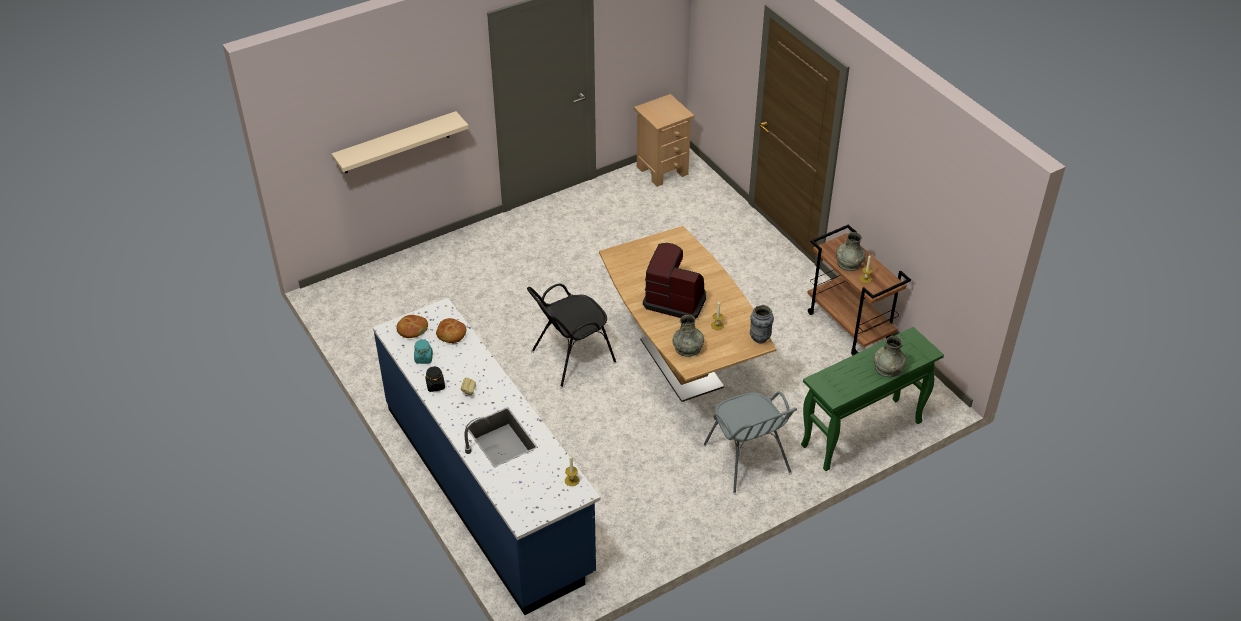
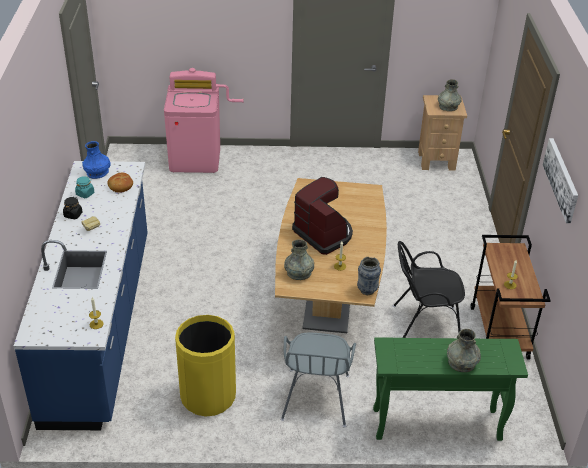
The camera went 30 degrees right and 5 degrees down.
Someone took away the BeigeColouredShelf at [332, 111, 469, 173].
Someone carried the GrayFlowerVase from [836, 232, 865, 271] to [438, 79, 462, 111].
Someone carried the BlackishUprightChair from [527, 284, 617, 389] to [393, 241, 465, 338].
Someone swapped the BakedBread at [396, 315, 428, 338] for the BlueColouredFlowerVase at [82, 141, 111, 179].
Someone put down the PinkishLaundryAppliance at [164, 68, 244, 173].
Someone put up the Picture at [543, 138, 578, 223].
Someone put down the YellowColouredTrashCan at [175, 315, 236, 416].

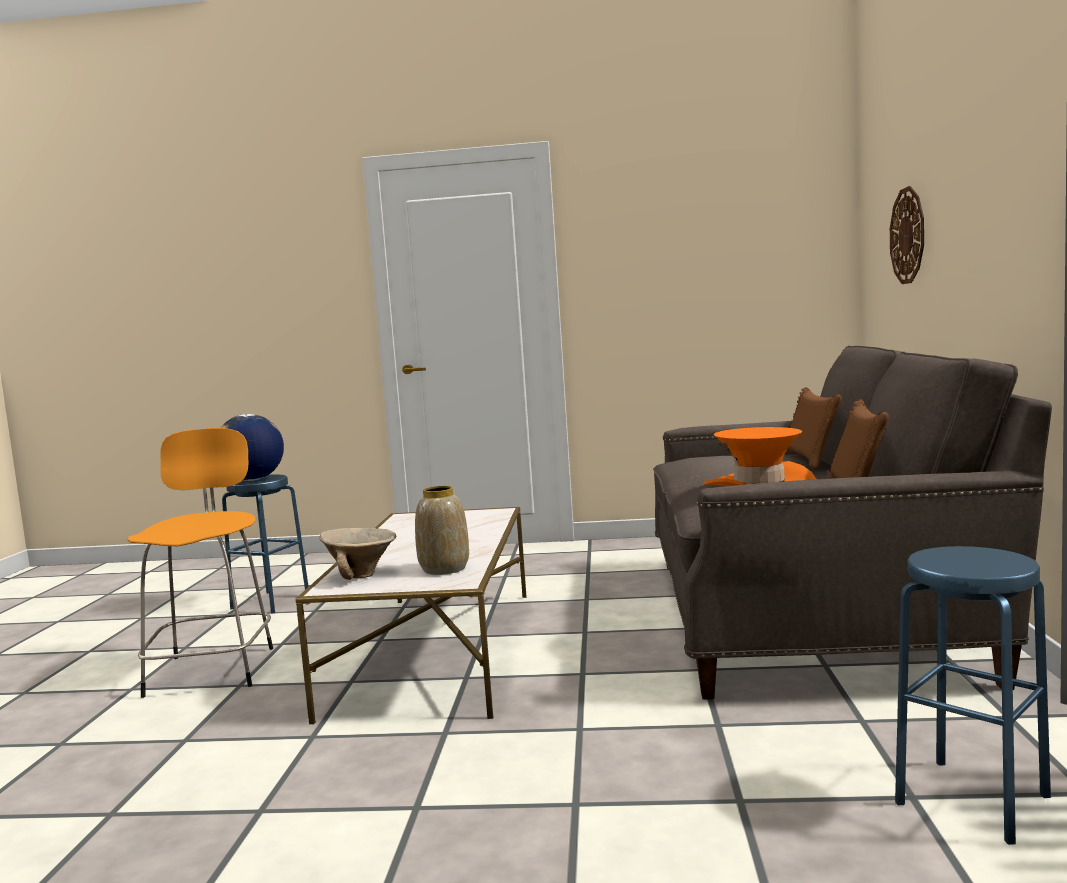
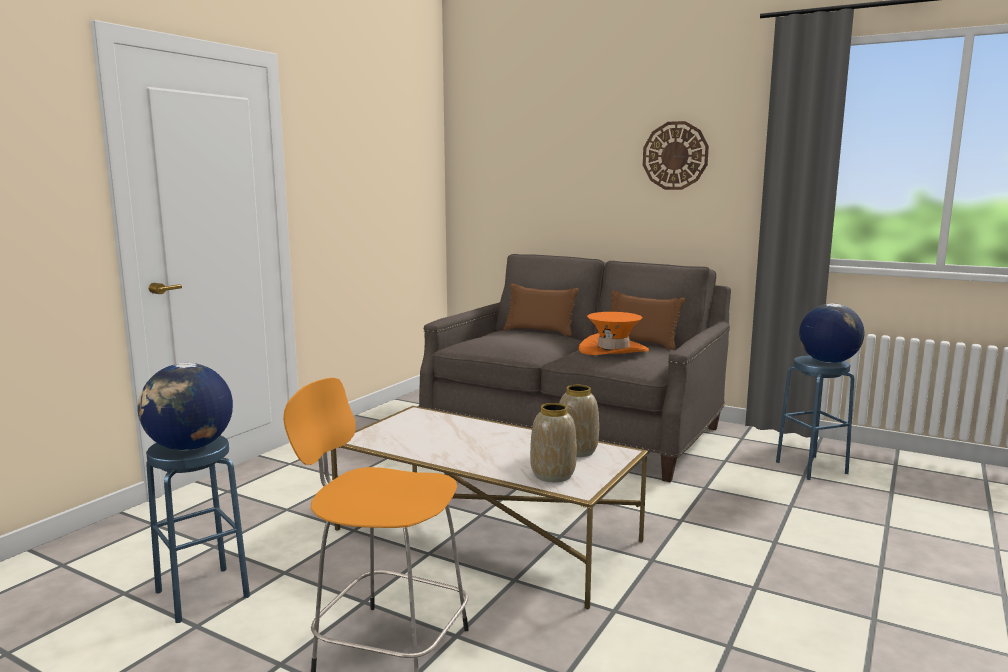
The camera went 65 degrees left and 5 degrees up.
Someone carried the WallClock from [890, 186, 924, 284] to [643, 121, 709, 190].
Someone swapped the BeigeColouredBowl at [319, 528, 397, 580] for the FlowerVase at [530, 403, 577, 482].
Someone put down the Globe at [799, 303, 864, 363].

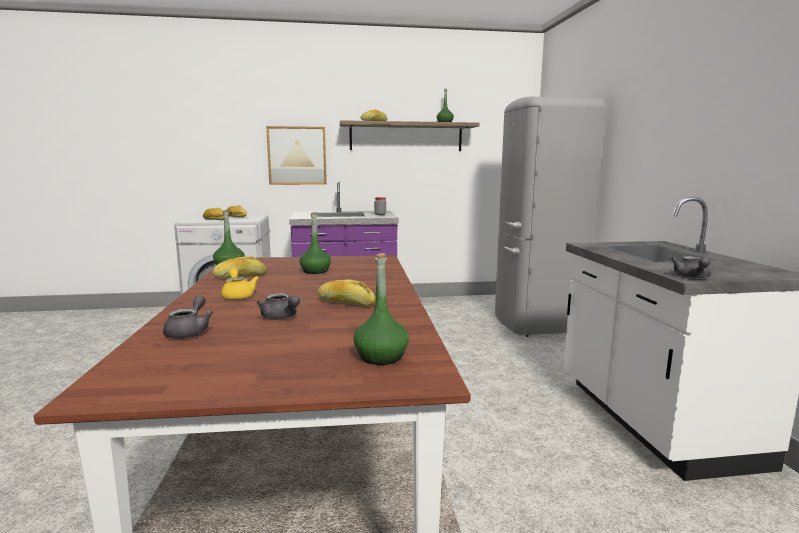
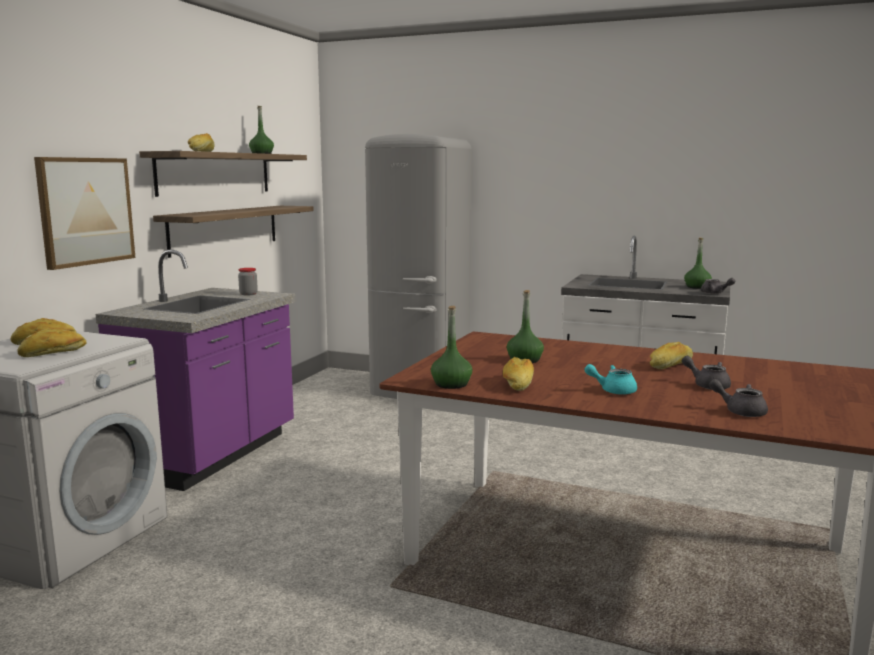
The camera went 60 degrees left and 0 degrees up.
Someone carried the GreenBeverageBottle from [353, 253, 409, 365] to [684, 237, 712, 289].
Someone repainted the YellowColouredTeapot at [221, 268, 259, 300], which became the TurquoiseTeapot at [584, 364, 637, 395].
Someone rotated the GrayTeapot at [257, 293, 300, 320] by 120 degrees counterclockwise.
Someone put up the Shelf at [153, 206, 314, 258].

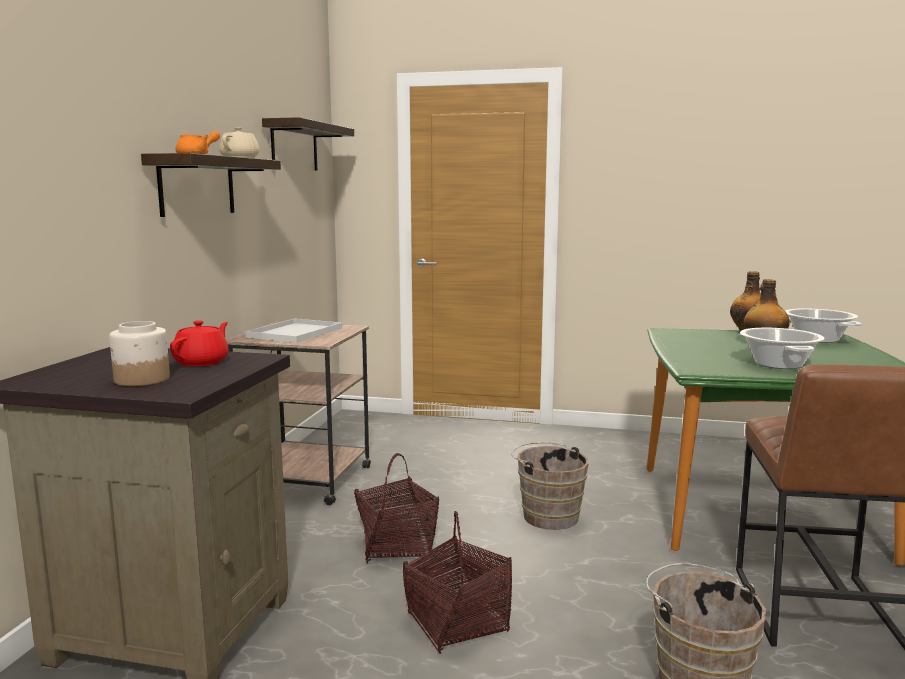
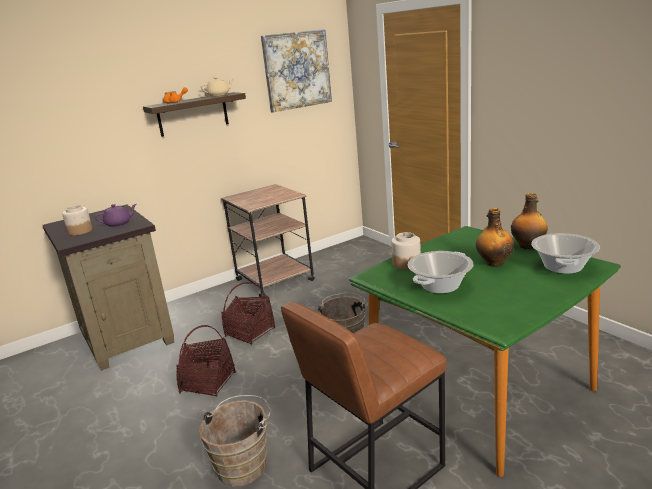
The camera went 45 degrees right and 10 degrees up.
Someone swapped the Shelf at [262, 117, 354, 171] for the Picture at [261, 29, 332, 113].
Someone took away the WhiteTray at [245, 318, 342, 343].
Someone repainted the ReddishTeapot at [170, 320, 229, 366], which became the PurplishTeapot at [95, 204, 137, 227].
Someone put down the Jar at [391, 232, 421, 270].

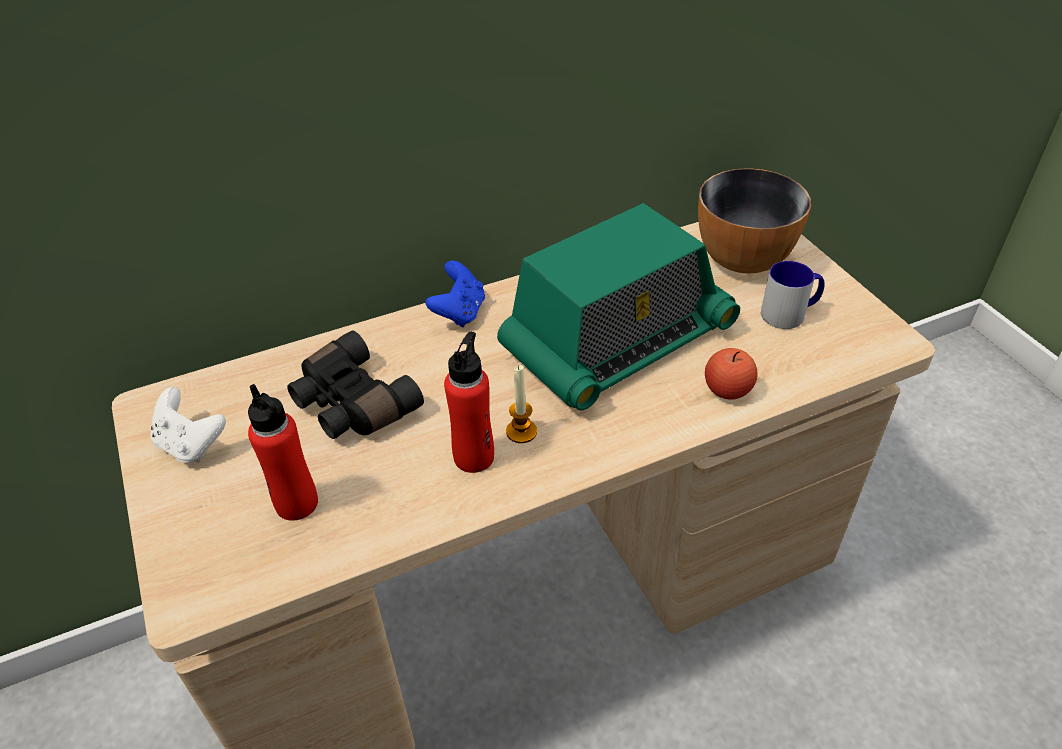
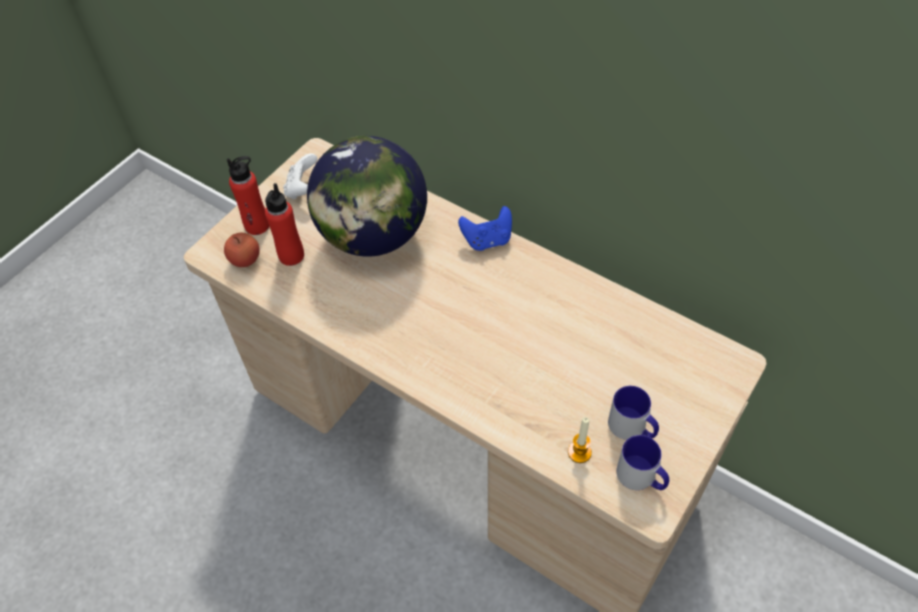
The camera went 60 degrees right and 10 degrees up.
Someone took away the Bowl at [698, 168, 811, 274].
Someone took away the Radio at [497, 203, 740, 410].
Someone swapped the BlackishPairOfBinoculars at [287, 331, 424, 439] for the Globe at [307, 136, 427, 257].
Someone carried the ReddishBeverageBottle from [444, 332, 494, 473] to [227, 156, 269, 235].
Someone carried the AppleFruit from [705, 348, 757, 400] to [224, 232, 260, 267].
Someone carried the Candle from [506, 365, 537, 443] to [568, 417, 592, 463].
Someone put down the CoffeeMug at [616, 435, 669, 490].

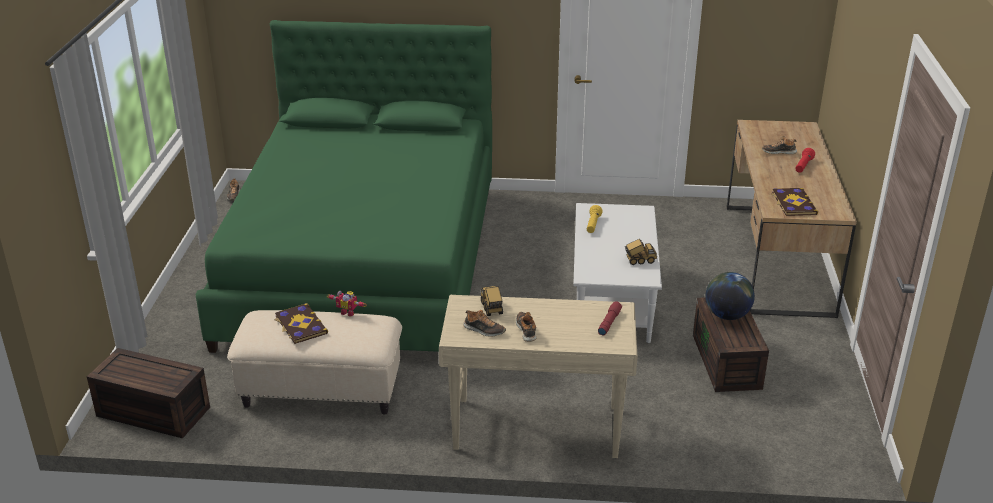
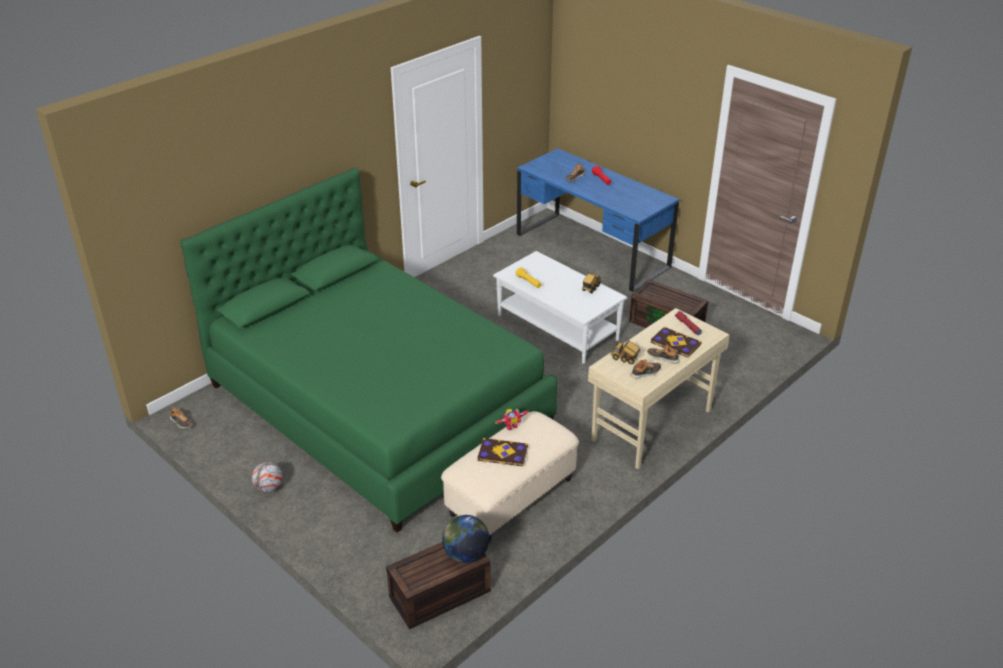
The camera went 50 degrees left and 5 degrees up.
Someone repainted the BrownDeskUnit at [727, 120, 857, 319], which became the BlueColouredDeskUnit at [517, 148, 679, 292].
Someone carried the Volume from [771, 188, 818, 216] to [650, 327, 702, 358].
Someone carried the Globe from [706, 272, 755, 320] to [442, 515, 489, 563].
Someone put down the Football at [252, 462, 283, 492].

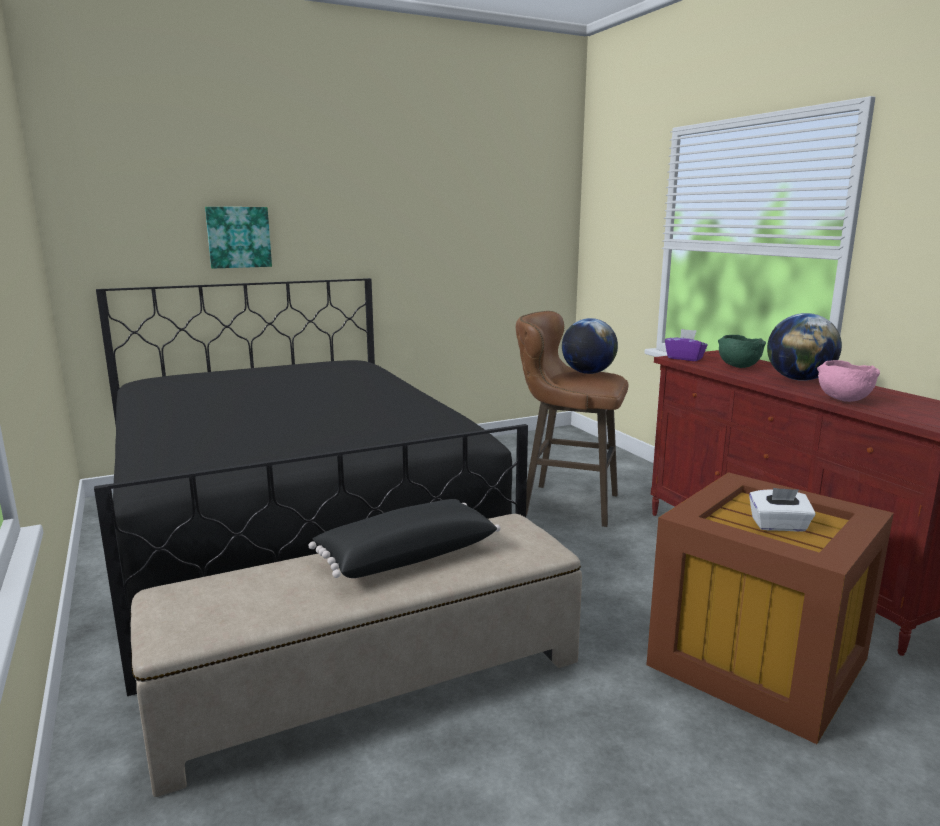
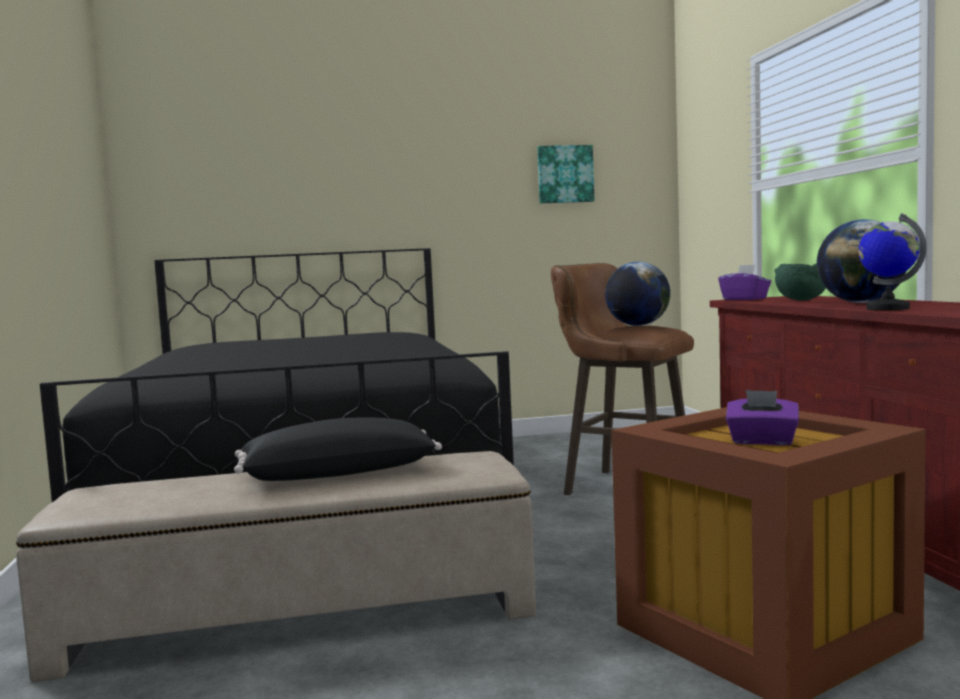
The camera went 15 degrees right and 10 degrees down.
Someone carried the Picture from [205, 207, 272, 269] to [537, 145, 594, 204].
Someone swapped the PinkishBowl at [817, 360, 880, 402] for the Globe at [858, 213, 927, 310].
Someone repainted the WhiteTissueHolder at [749, 488, 815, 532], which became the PurplishTissueHolder at [726, 390, 799, 445].

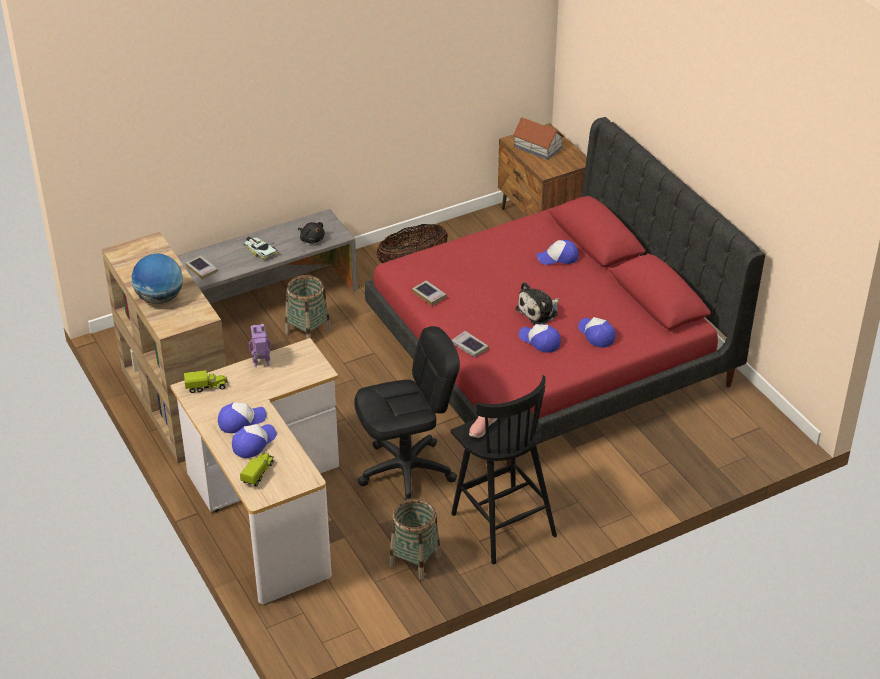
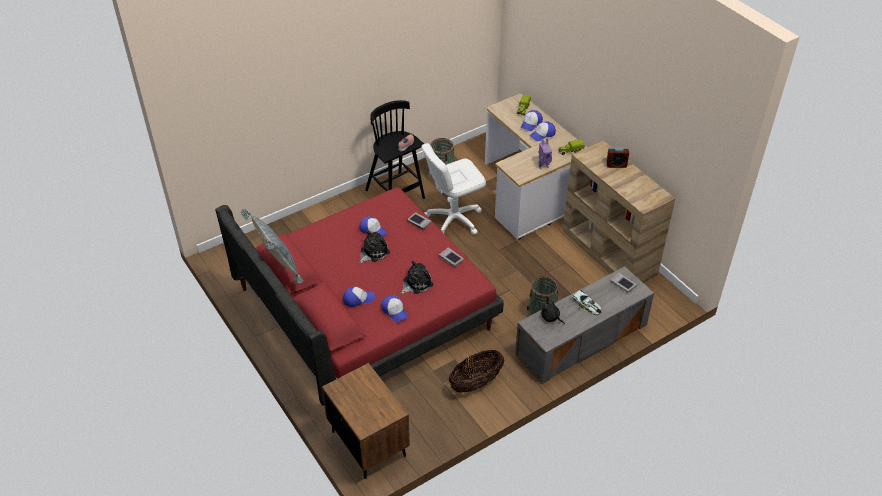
The camera went 175 degrees right and 5 degrees up.
Someone took away the ToyHouse at [512, 117, 564, 160].
Someone swapped the Globe at [131, 253, 183, 304] for the BedsideClock at [606, 147, 629, 168].
Someone carried the PeakedCap from [578, 317, 616, 348] to [381, 295, 408, 322].
Someone repainted the BlackishComputerChair at [354, 326, 460, 500], which became the WhiteComputerChair at [421, 143, 486, 235].
Someone put down the ThrowPillow at [241, 209, 304, 283].
Someone put down the PlushToy at [401, 261, 434, 294].

